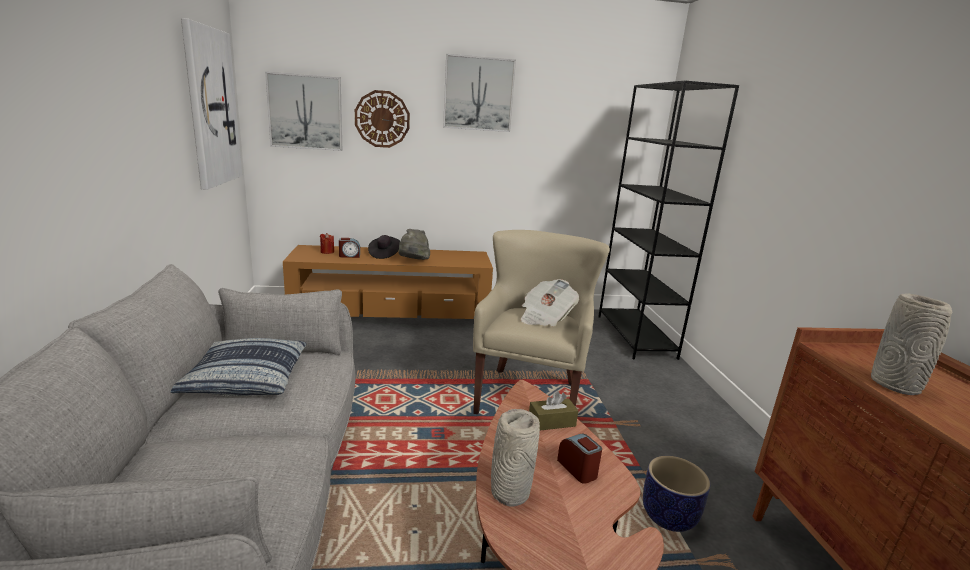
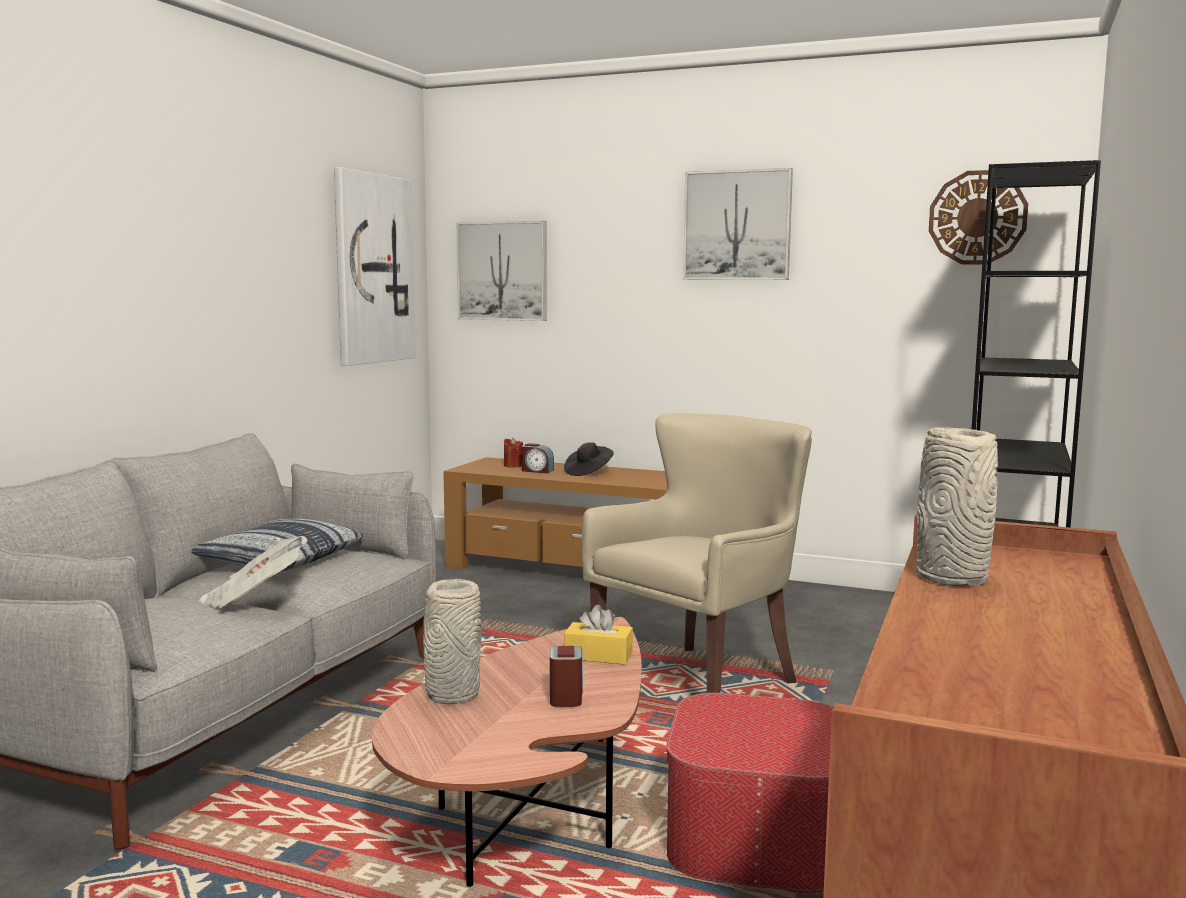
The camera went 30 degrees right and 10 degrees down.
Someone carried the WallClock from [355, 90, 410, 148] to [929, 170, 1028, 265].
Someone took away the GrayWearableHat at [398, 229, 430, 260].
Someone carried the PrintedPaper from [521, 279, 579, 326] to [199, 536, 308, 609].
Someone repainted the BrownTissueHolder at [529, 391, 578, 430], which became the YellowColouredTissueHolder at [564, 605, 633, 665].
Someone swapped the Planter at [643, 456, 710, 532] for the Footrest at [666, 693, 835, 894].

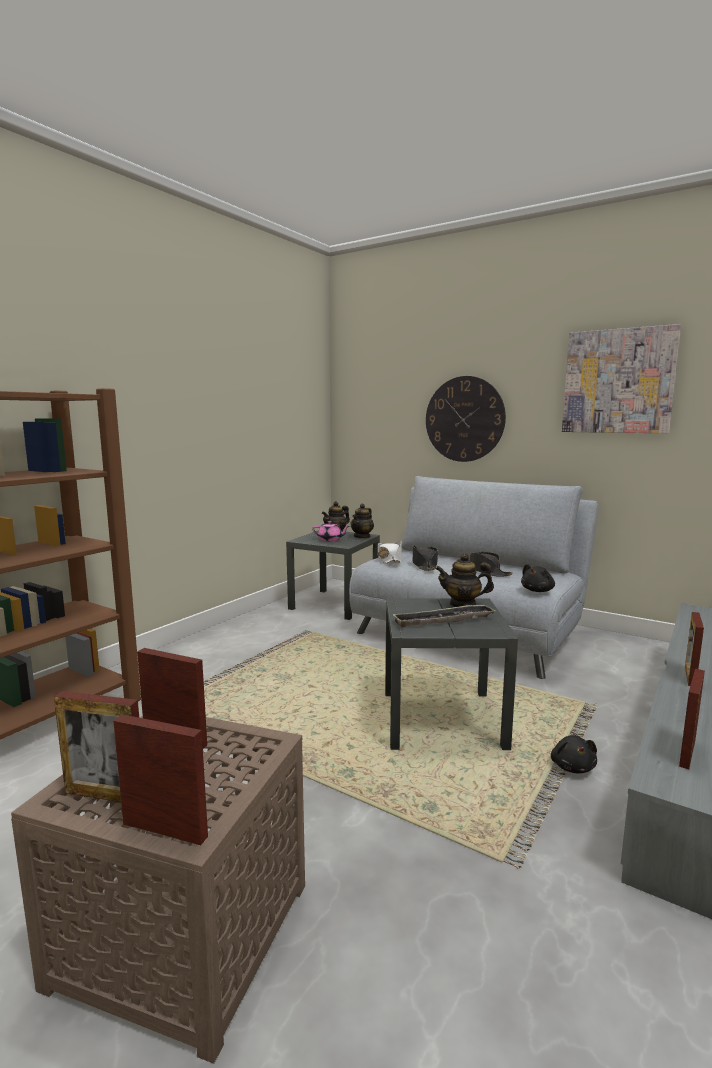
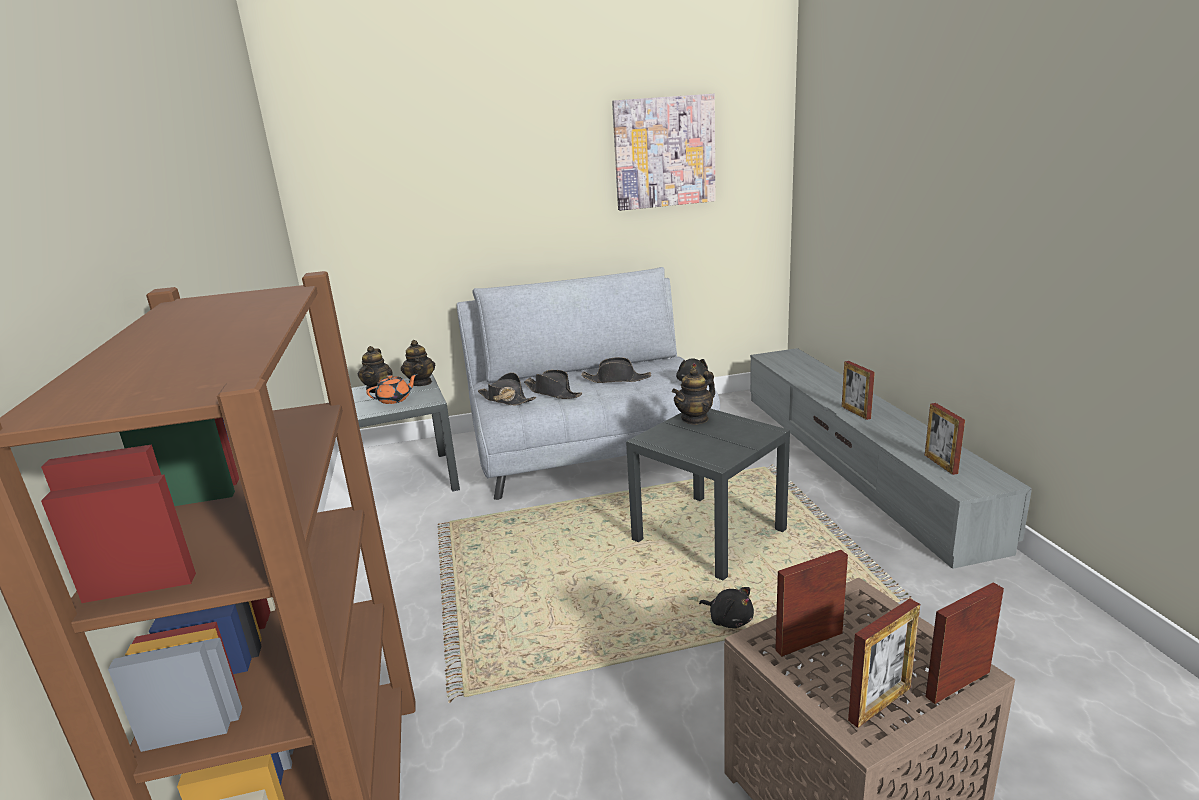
The camera went 45 degrees left and 10 degrees up.
Someone took away the WallClock at [426, 376, 506, 462].
Someone repainted the PinkishTeapot at [312, 521, 350, 541], which became the OrangeTeapot at [366, 374, 417, 404].
Someone repainted the WhiteWearableHat at [377, 540, 402, 564], which became the BlackishWearableHat at [478, 372, 536, 405].
Someone took away the Tray at [392, 604, 495, 627].
Someone carried the BlackishPlushToy from [551, 735, 597, 773] to [699, 587, 754, 628].

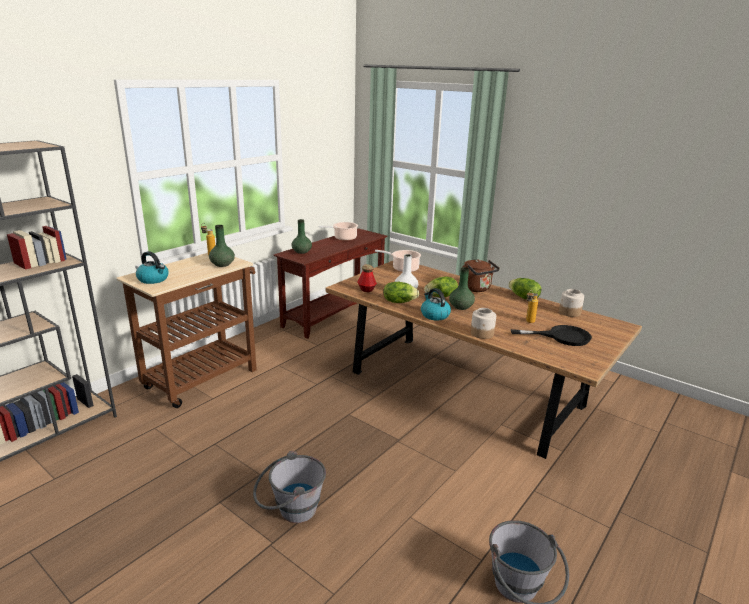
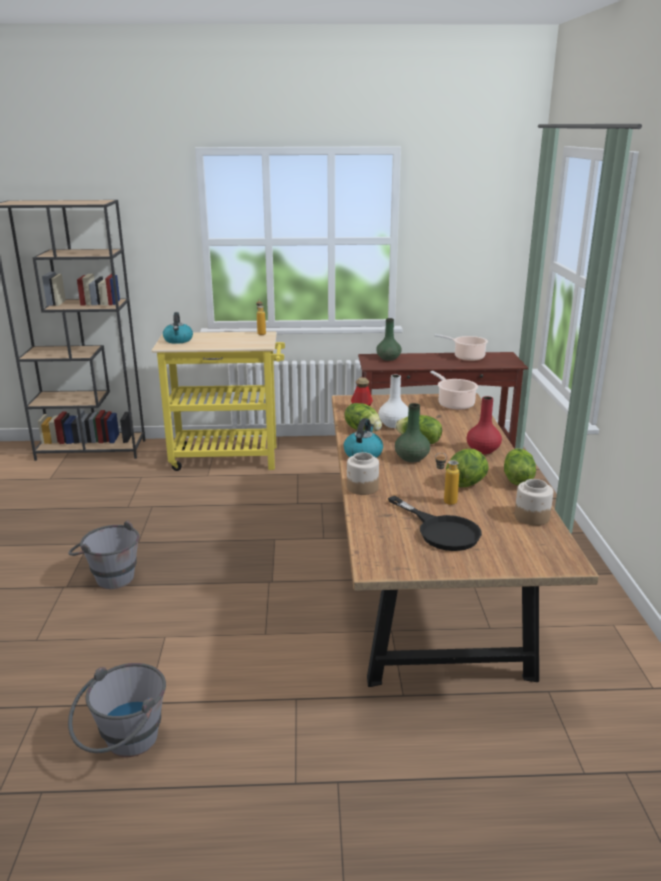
The camera went 50 degrees right and 0 degrees up.
Someone took away the GreenFlowerVase at [209, 225, 235, 267].
Someone repainted the BrownWheeledCart at [116, 253, 257, 408], which became the YellowColouredWheeledCart at [152, 331, 285, 471].
Someone swapped the BrownKettle at [462, 259, 500, 292] for the ReddishFlowerVase at [467, 396, 502, 454].
Someone put down the LettuceHead at [446, 449, 489, 487].

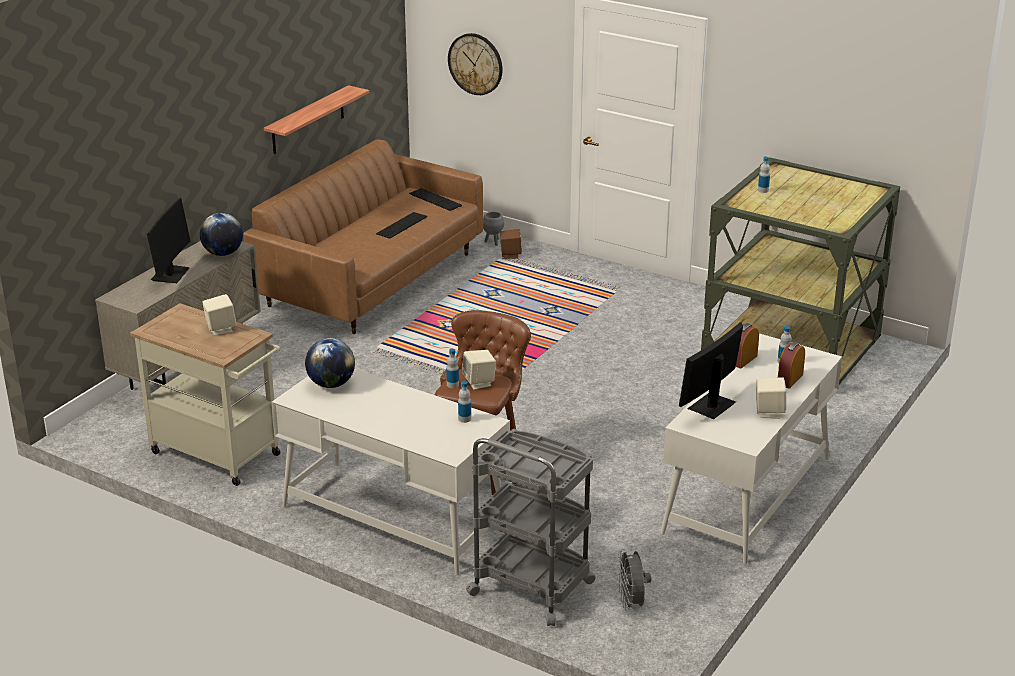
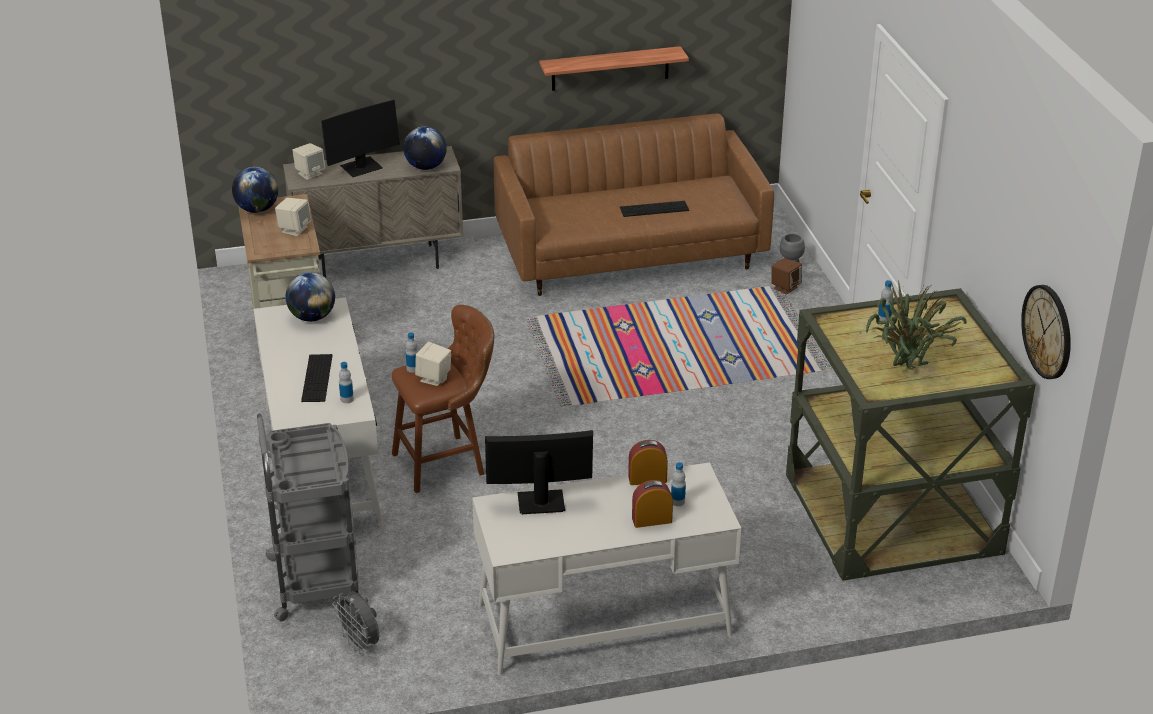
The camera went 45 degrees right and 5 degrees up.
Someone carried the WallClock from [448, 33, 502, 95] to [1021, 285, 1071, 379].
Someone carried the Keyboard from [409, 188, 462, 211] to [301, 354, 333, 402].
Someone carried the BeigeColouredLoudspeaker from [756, 377, 786, 419] to [292, 143, 325, 180].
Someone rotated the GrayFan at [617, 549, 652, 611] by 75 degrees counterclockwise.
Someone put down the Globe at [232, 167, 278, 213].
Someone put down the PlantInAPot at [866, 280, 967, 369].

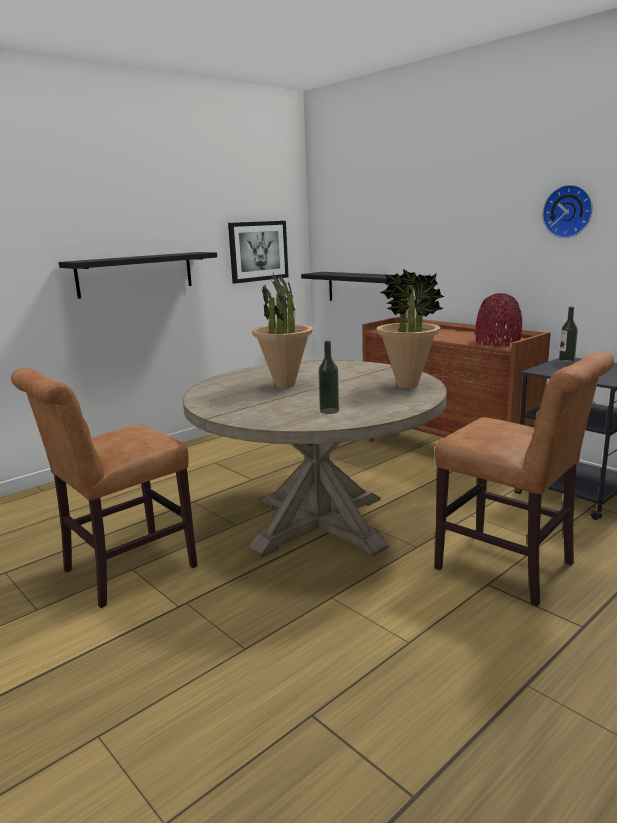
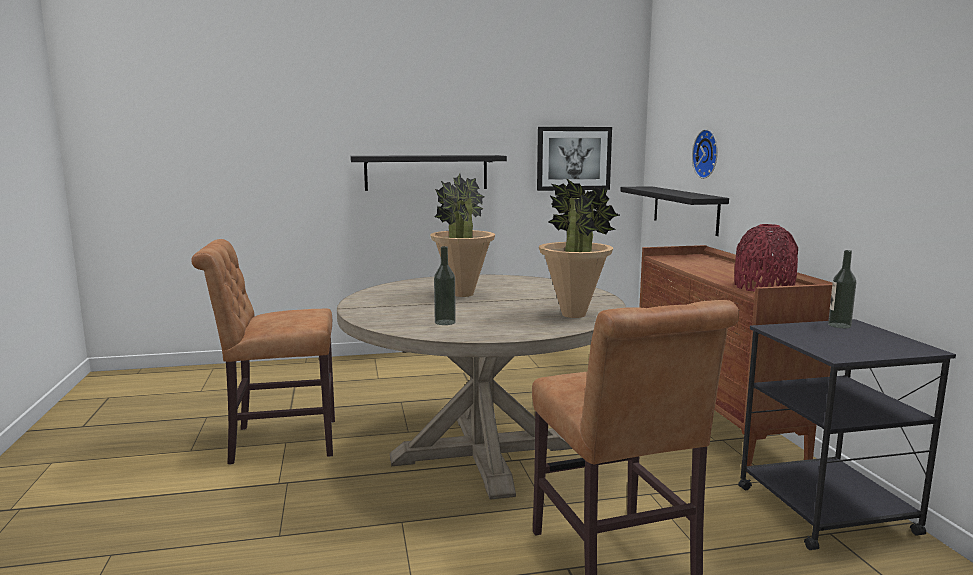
The camera went 30 degrees right and 5 degrees down.
Someone carried the WallClock from [542, 185, 593, 238] to [692, 129, 718, 179].

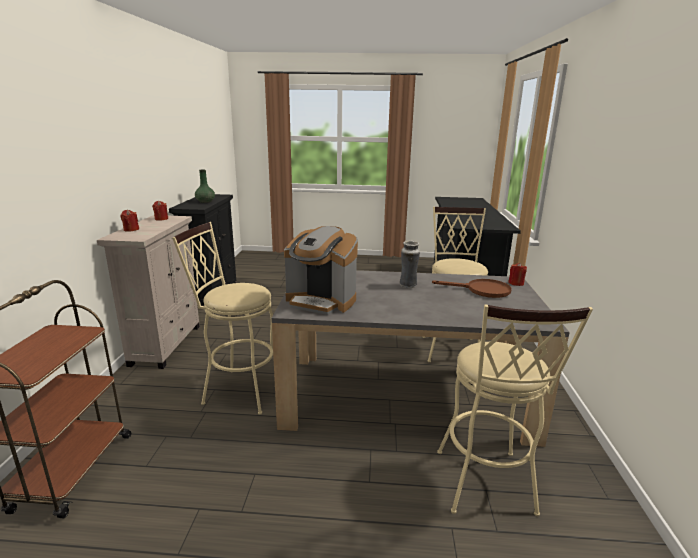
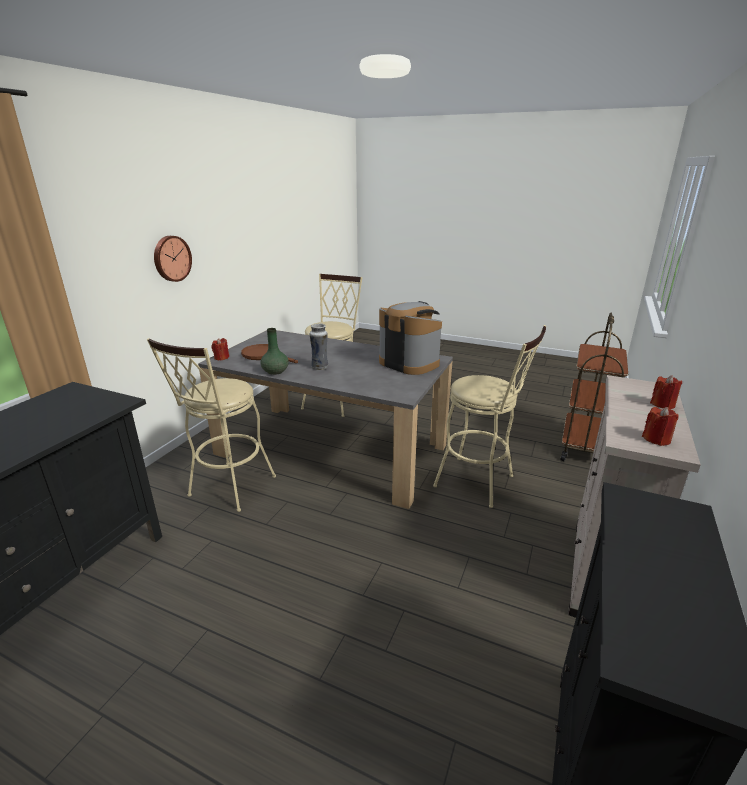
The camera went 160 degrees left and 5 degrees up.
Someone carried the GreenFlowerVase from [195, 170, 215, 203] to [260, 328, 289, 375].
Someone put up the WallClock at [154, 236, 192, 282].

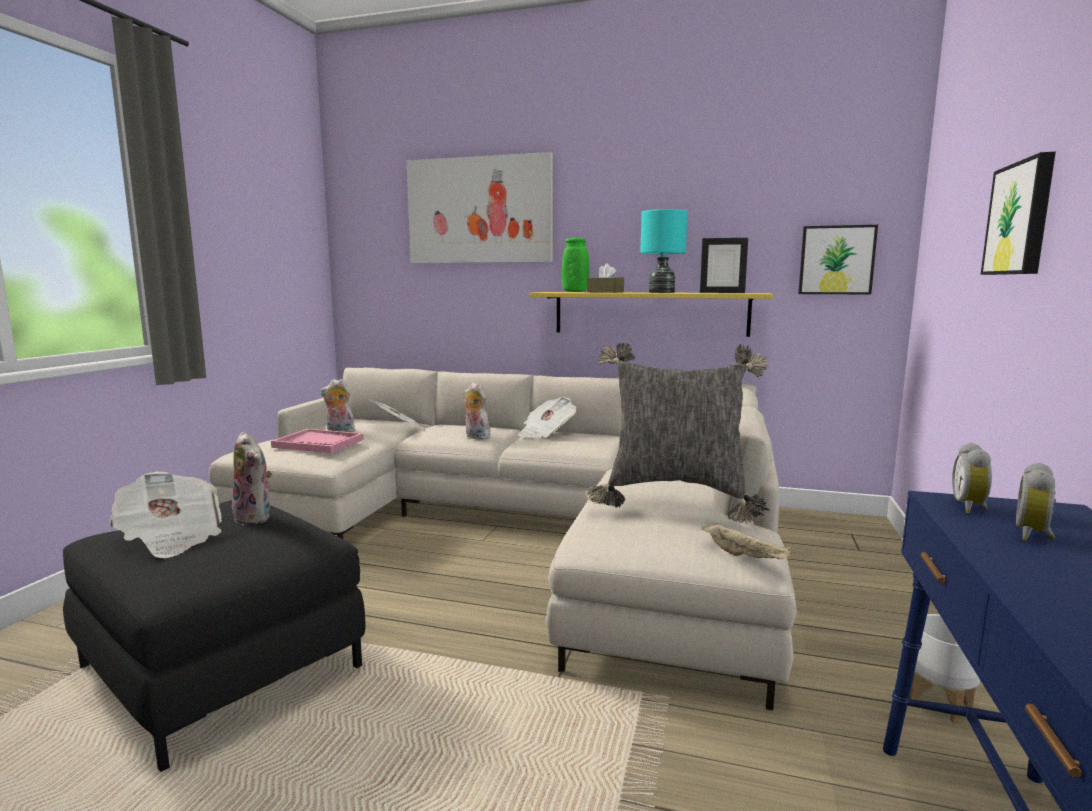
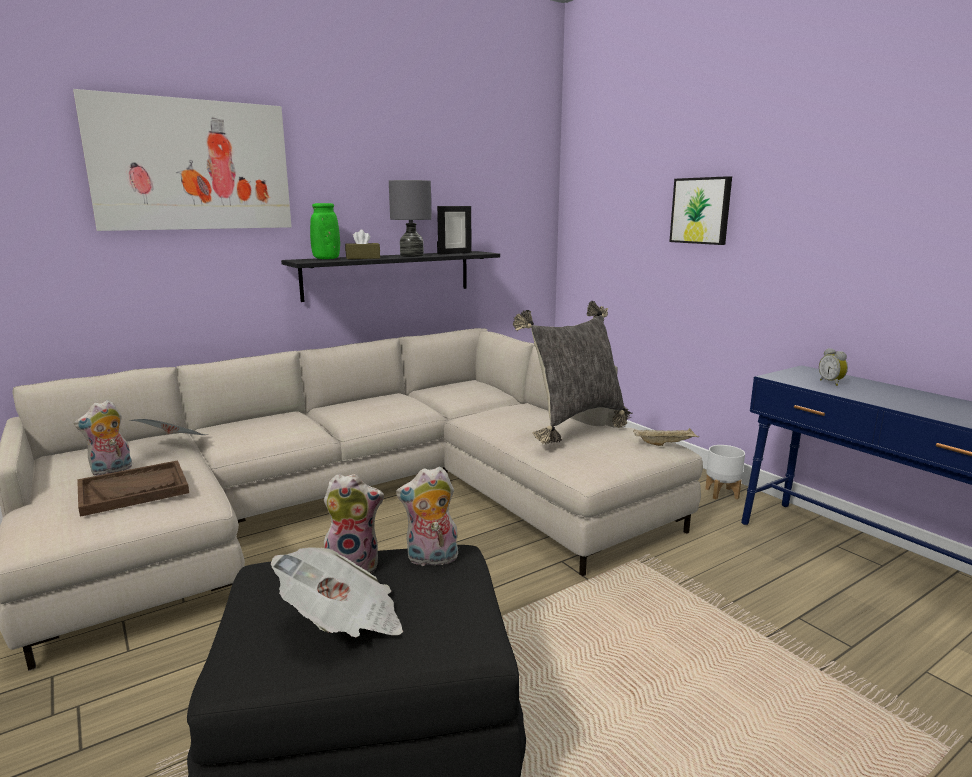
The camera went 50 degrees left and 5 degrees up.
Someone repainted the TurquoiseTabletopLamp at [640, 209, 688, 293], which became the GrayTabletopLamp at [389, 180, 432, 257].
Someone took away the Picture at [798, 225, 878, 294].
Someone repainted the YellowColouredShelf at [529, 292, 773, 337], which became the BlackishShelf at [281, 251, 500, 302].
Someone carried the PlushToy from [463, 382, 493, 440] to [396, 466, 458, 566].
Someone took away the PrintedPaper at [518, 397, 577, 438].
Someone repainted the PinkishTray at [271, 429, 364, 453], which became the BrownTray at [77, 460, 189, 517].
Someone took away the BedsideClock at [952, 443, 992, 514].

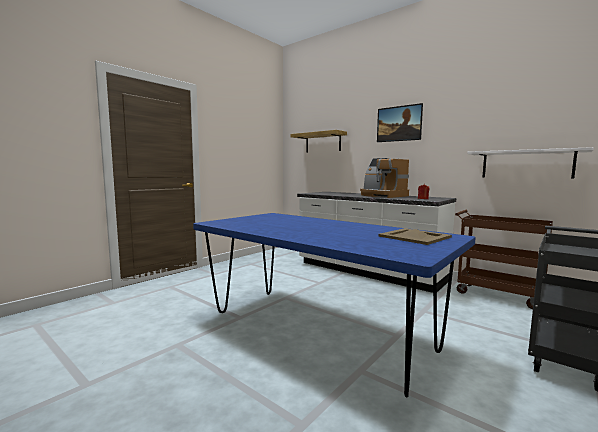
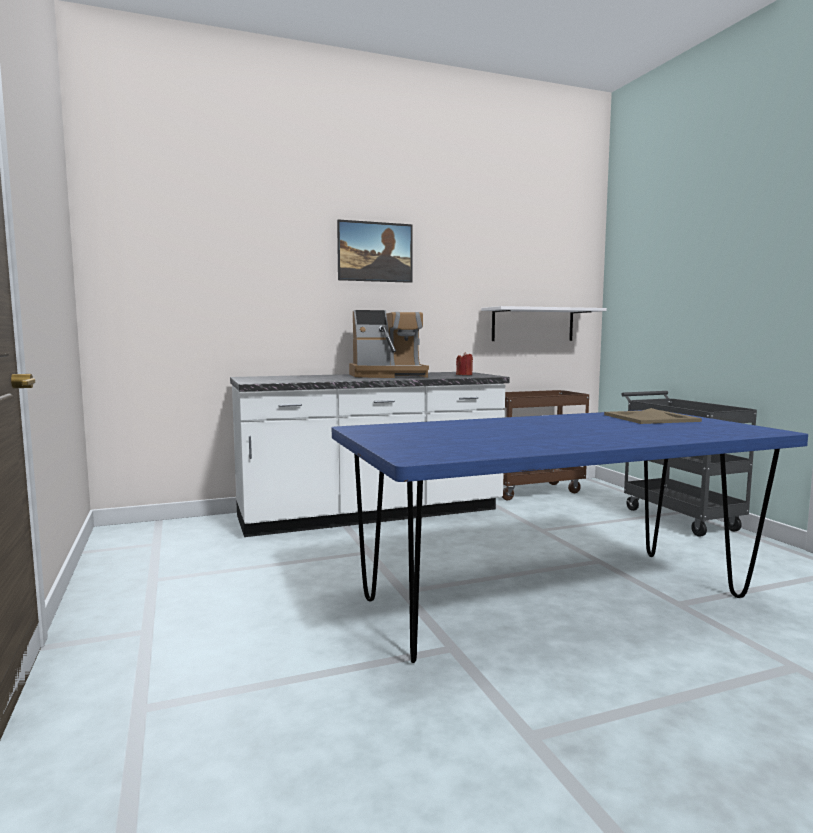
The camera went 60 degrees left and 0 degrees up.
Someone took away the Shelf at [291, 130, 347, 153].

